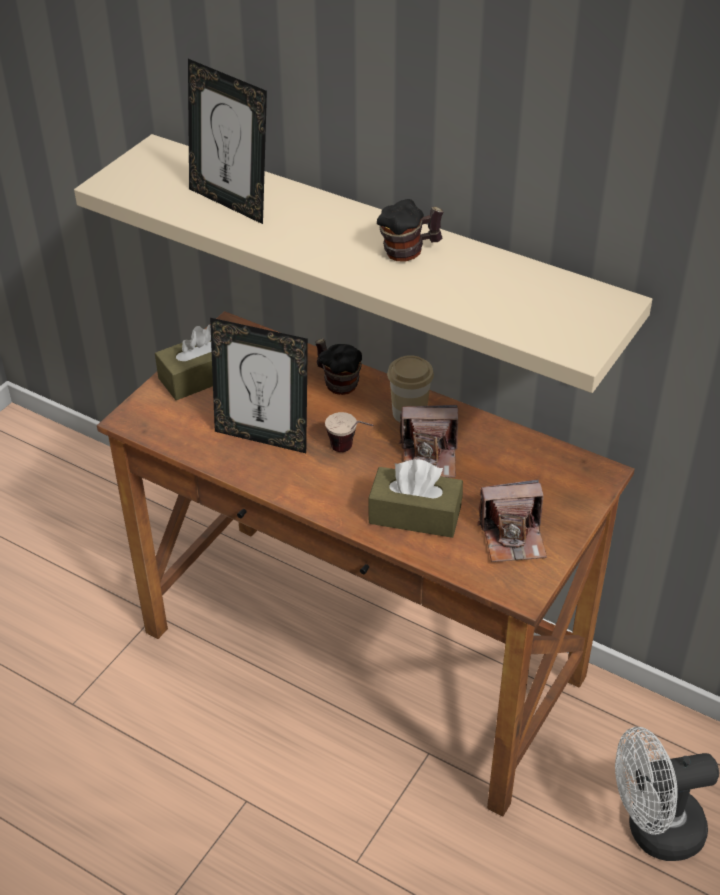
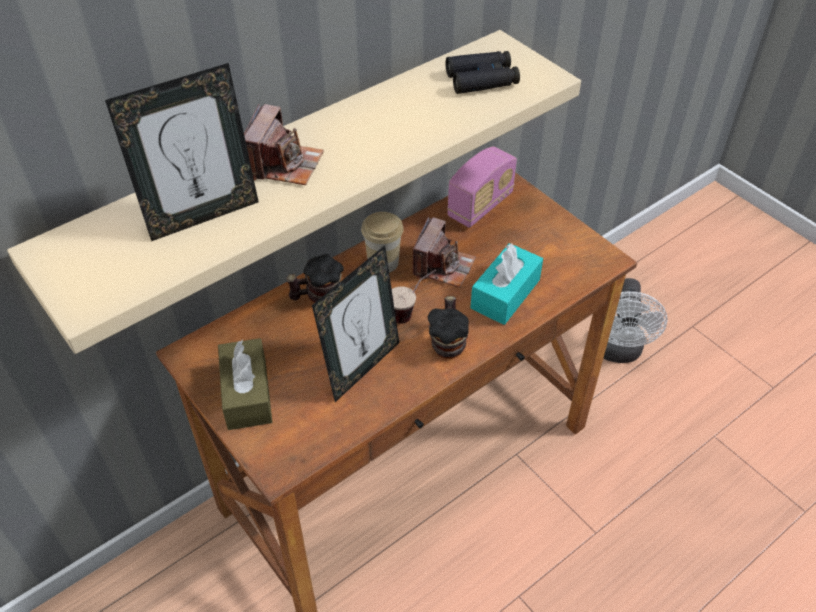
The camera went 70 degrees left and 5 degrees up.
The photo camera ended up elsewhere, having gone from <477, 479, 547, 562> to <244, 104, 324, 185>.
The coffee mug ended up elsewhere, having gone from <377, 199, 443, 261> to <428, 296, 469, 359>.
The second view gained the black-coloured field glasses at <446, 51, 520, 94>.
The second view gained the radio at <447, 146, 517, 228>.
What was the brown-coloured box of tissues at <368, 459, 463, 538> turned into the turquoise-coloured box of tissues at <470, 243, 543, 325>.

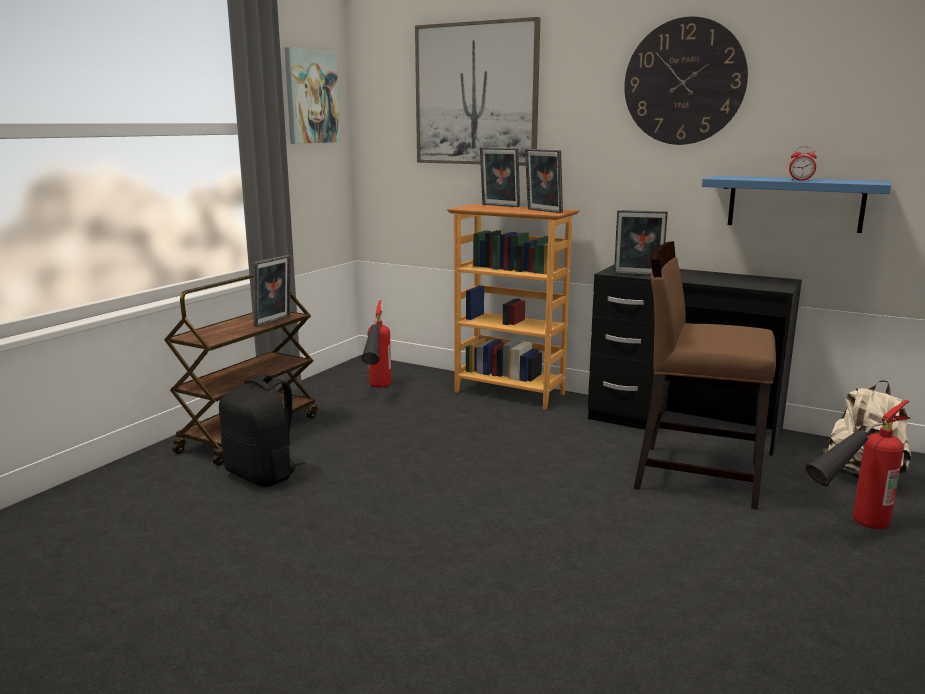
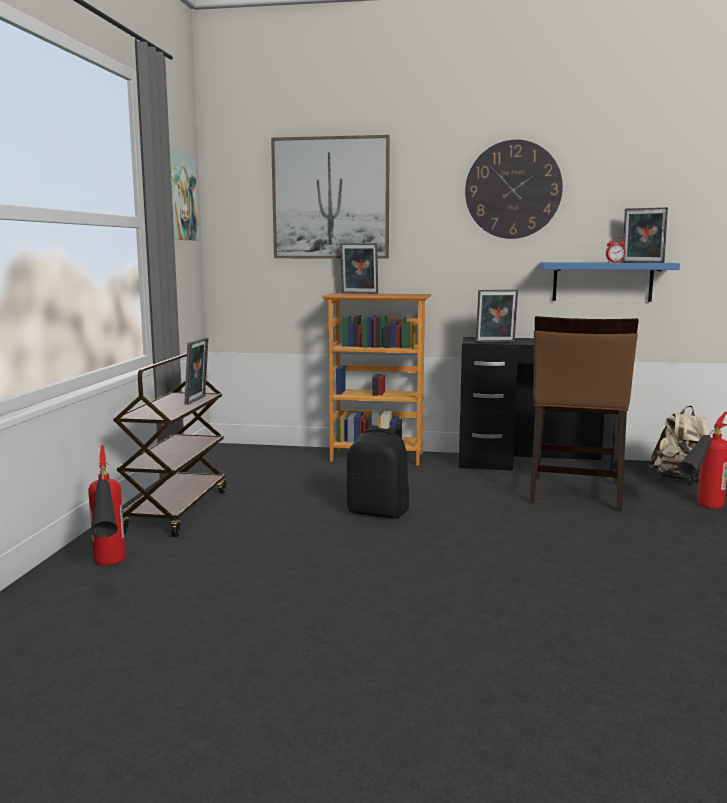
The camera went 20 degrees left and 5 degrees down.
The extinguisher ended up elsewhere, having gone from <361, 300, 391, 388> to <88, 445, 125, 565>.
The black-coloured rucksack ended up elsewhere, having gone from <219, 374, 305, 487> to <346, 425, 409, 518>.
The brown-coloured chair at <634, 241, 776, 510> ended up facing another way, 75 degrees counterclockwise from before.
The picture frame ended up elsewhere, having gone from <525, 149, 563, 213> to <622, 207, 668, 263>.

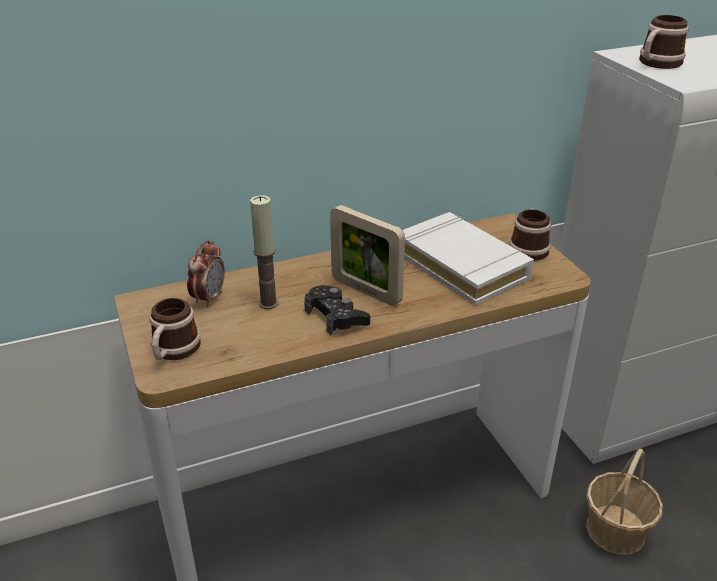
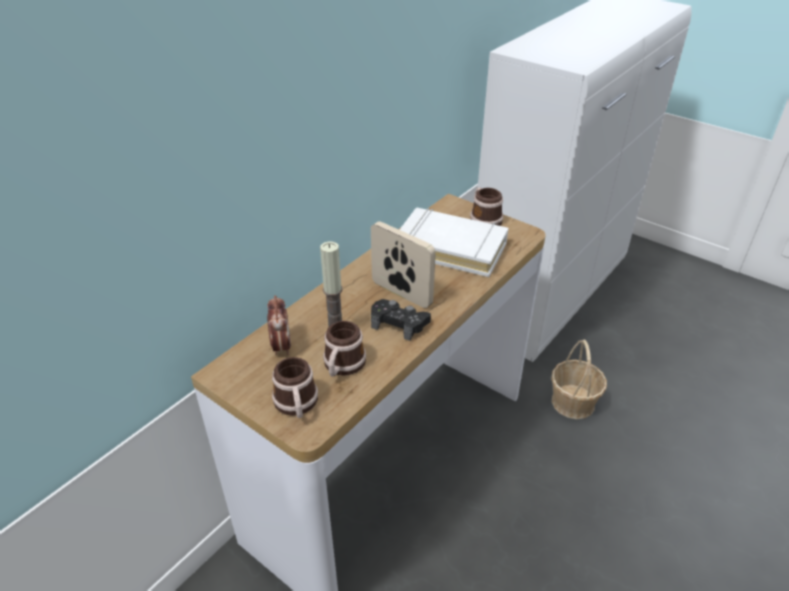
The camera went 30 degrees left and 5 degrees up.
The coffee mug ended up elsewhere, having gone from <639, 15, 689, 69> to <323, 321, 366, 377>.
The picture frame at <330, 205, 405, 306> ended up facing another way, 150 degrees counterclockwise from before.

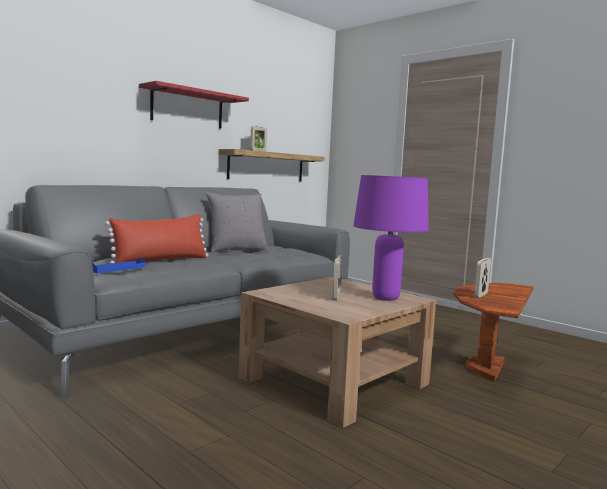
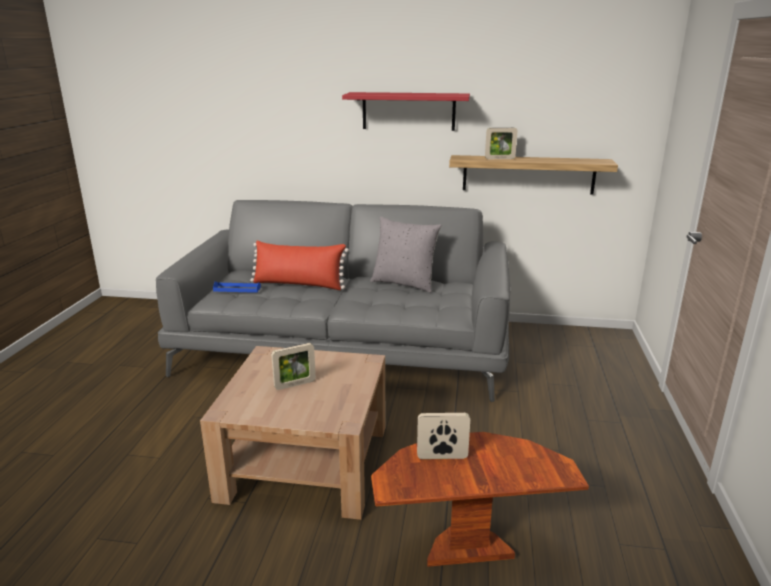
The camera went 55 degrees right and 15 degrees up.
The second view lost the purple-coloured tabletop lamp at <353, 175, 429, 301>.

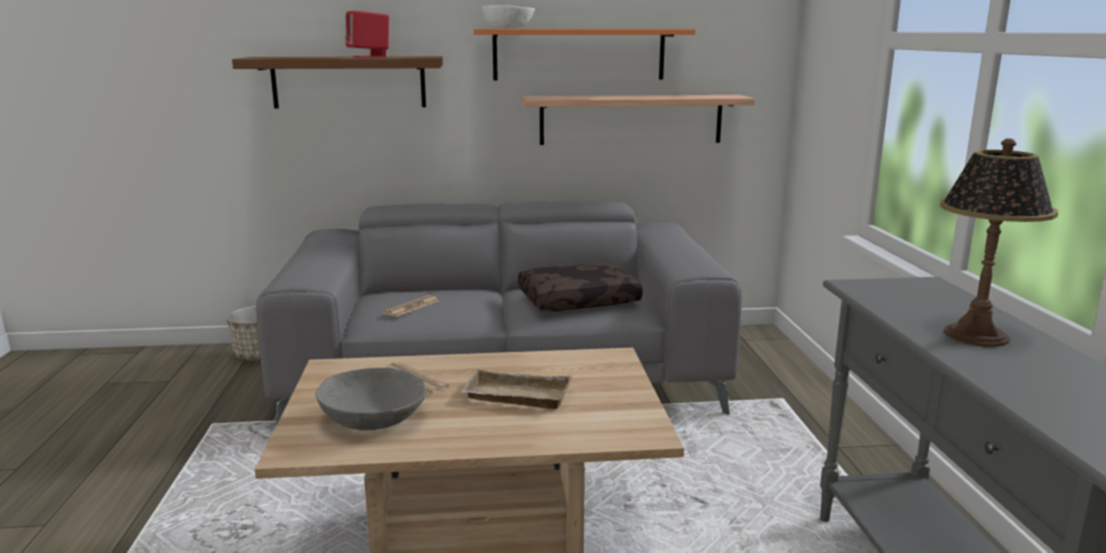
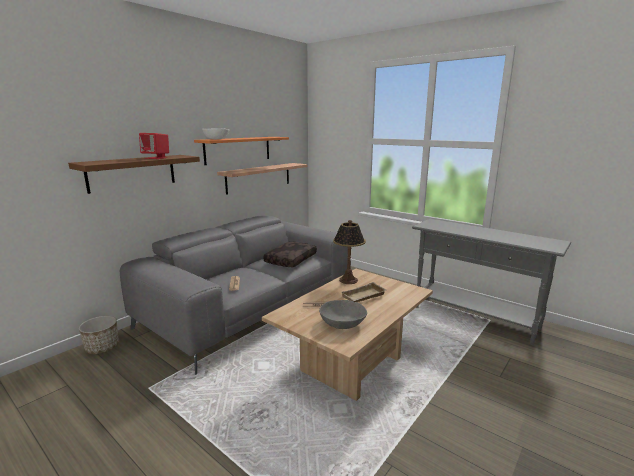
The camera went 45 degrees left and 0 degrees up.
The tabletop lamp ended up elsewhere, having gone from <940, 139, 1058, 347> to <333, 220, 366, 284>.

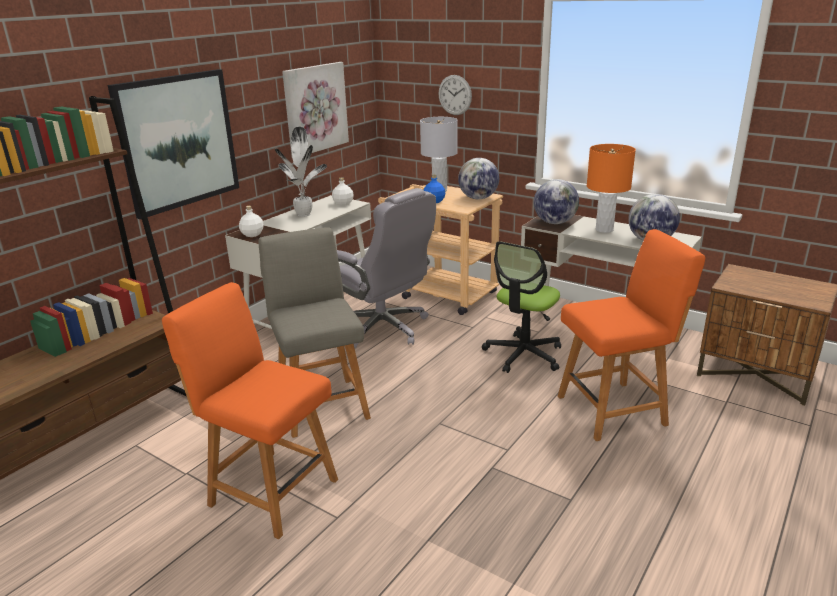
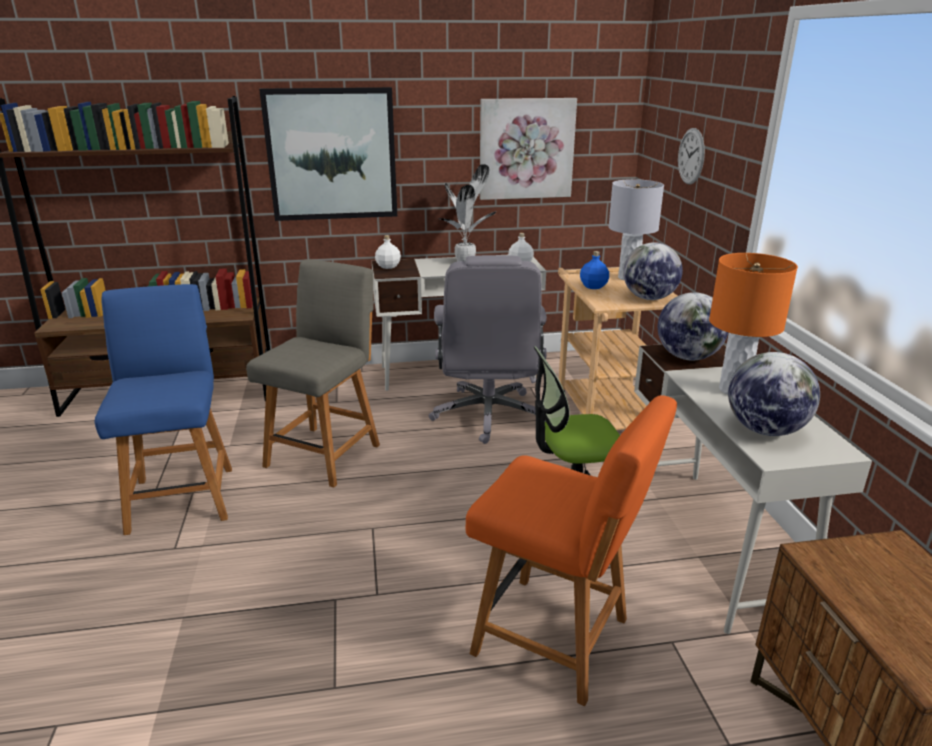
The camera went 45 degrees right and 0 degrees up.
What was the orange chair at <162, 282, 338, 539> turned into the blue chair at <95, 284, 232, 535>.

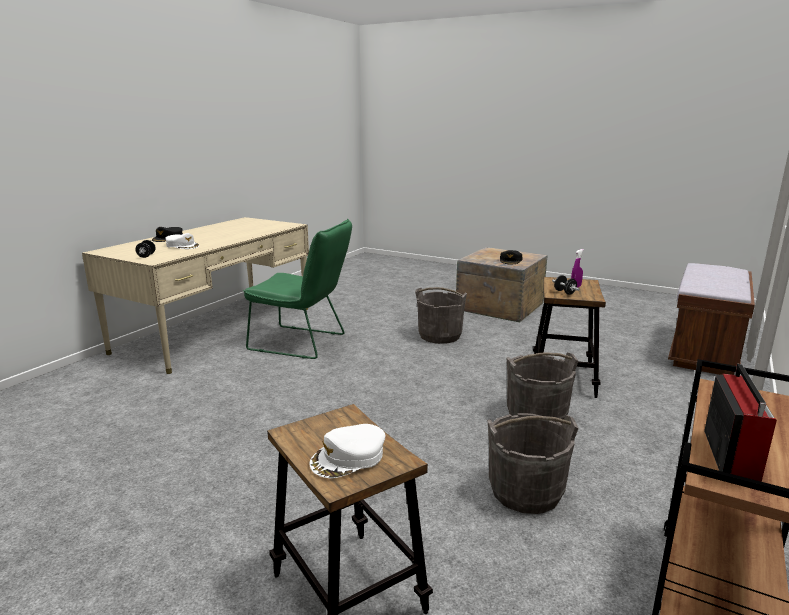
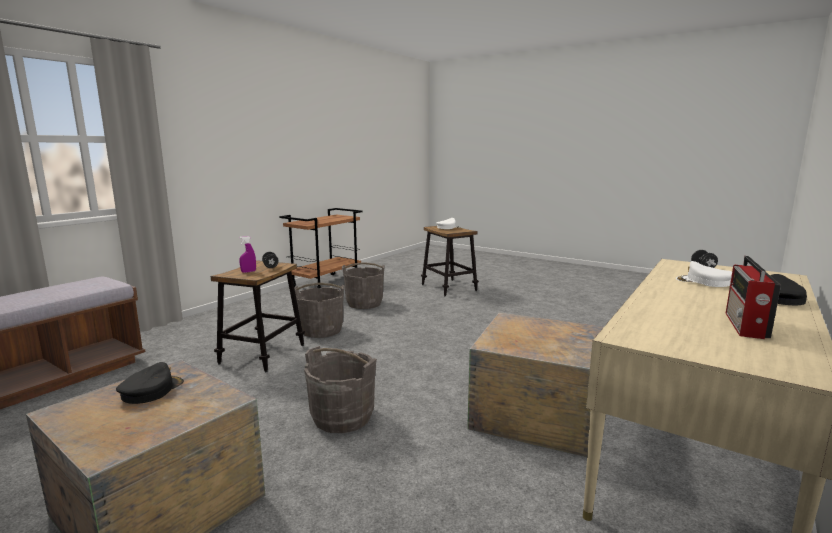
The camera went 175 degrees left and 5 degrees down.
Where the green chair stood at <243, 219, 352, 359>, the shipping crate came to stand at <467, 312, 604, 457>.
The radio ended up elsewhere, having gone from <704, 364, 777, 482> to <725, 256, 781, 339>.

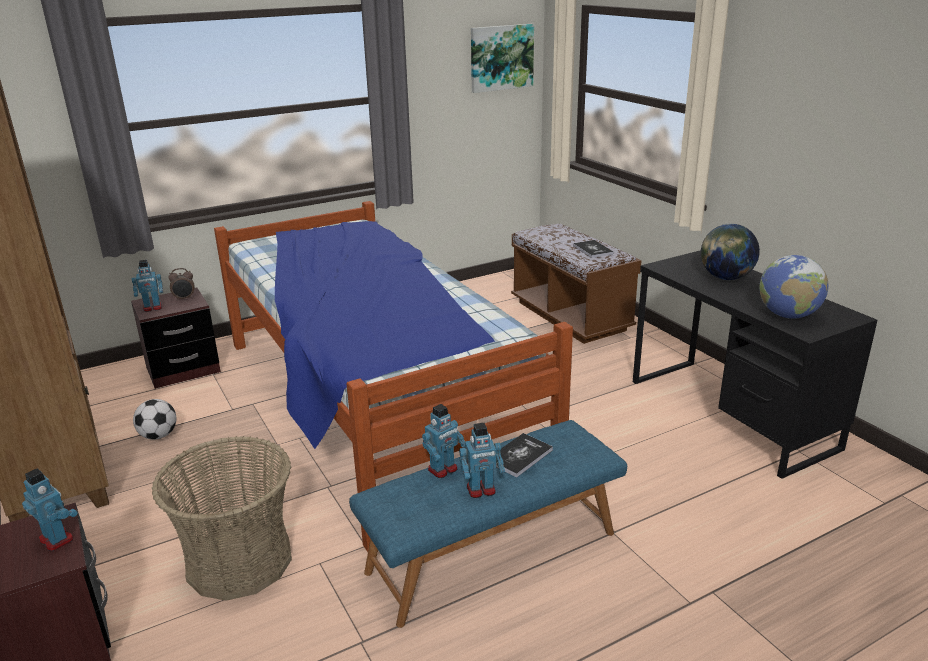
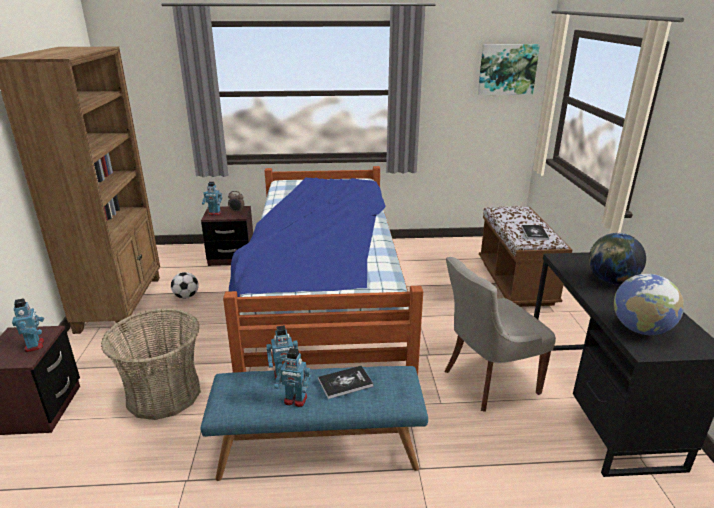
The camera went 25 degrees right and 0 degrees up.
The second view gained the greyish chair at <445, 257, 556, 412>.

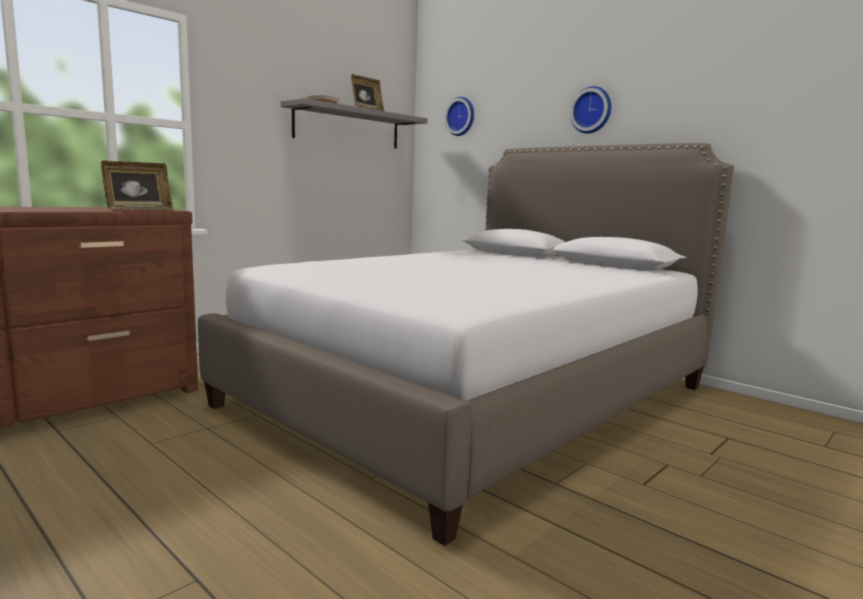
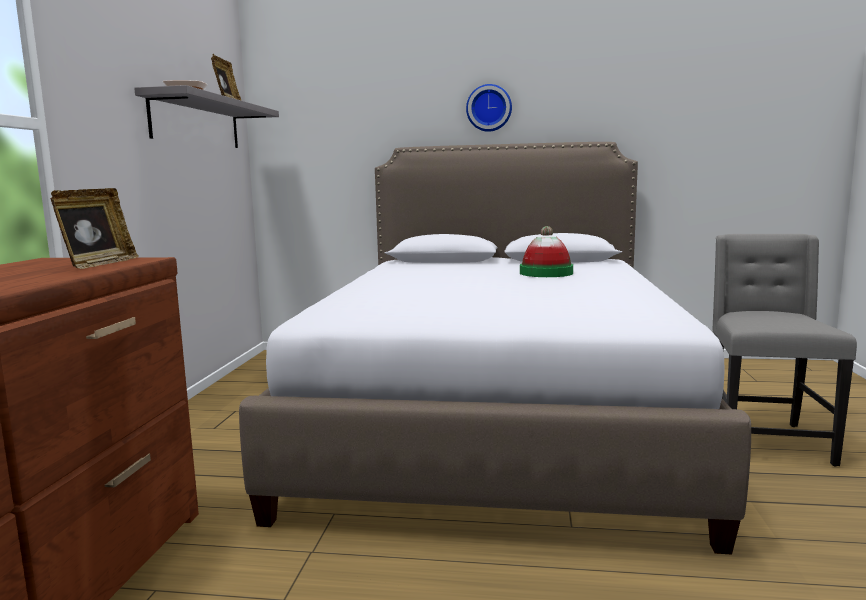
The camera went 35 degrees left and 0 degrees up.
The second view gained the wearable hat at <520, 226, 573, 277>.
The second view gained the greyish chair at <712, 234, 857, 467>.
The second view lost the hanging clock at <445, 97, 474, 136>.

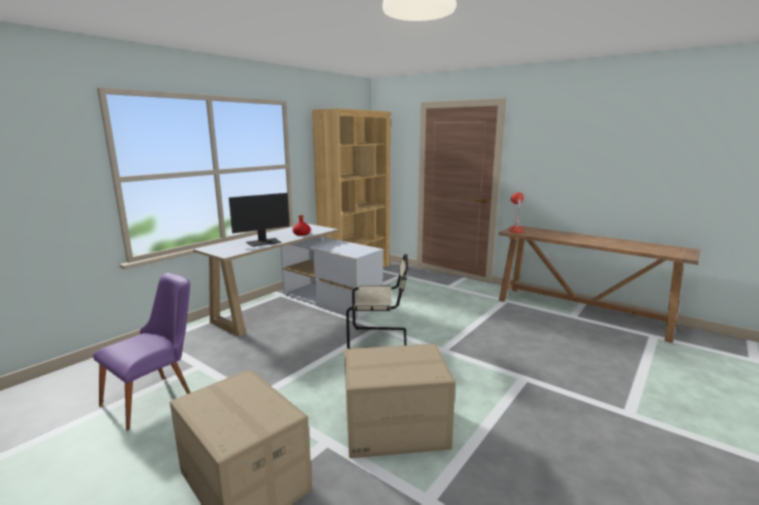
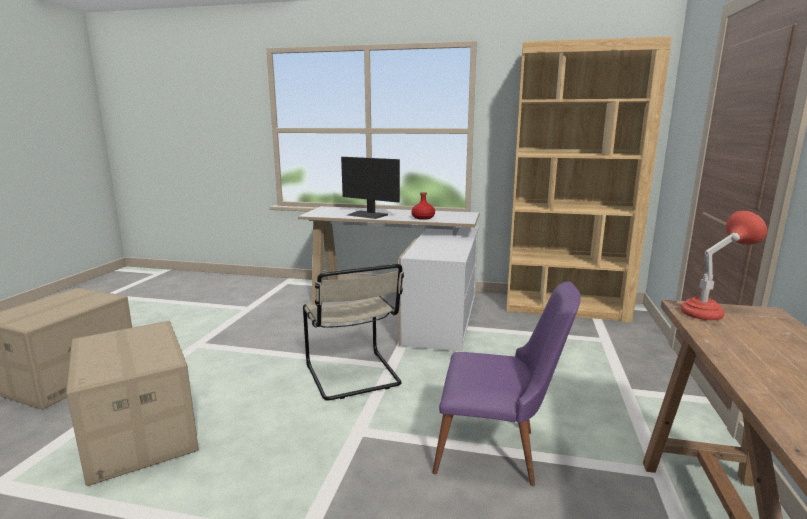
The camera went 65 degrees right and 0 degrees up.
The purple-coloured chair ended up elsewhere, having gone from <93, 273, 191, 431> to <432, 282, 581, 486>.

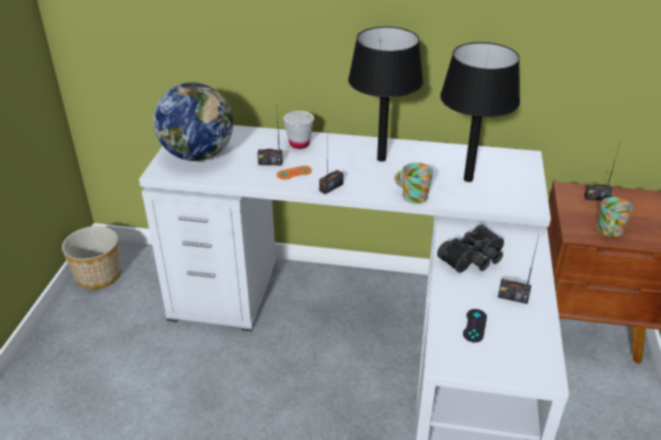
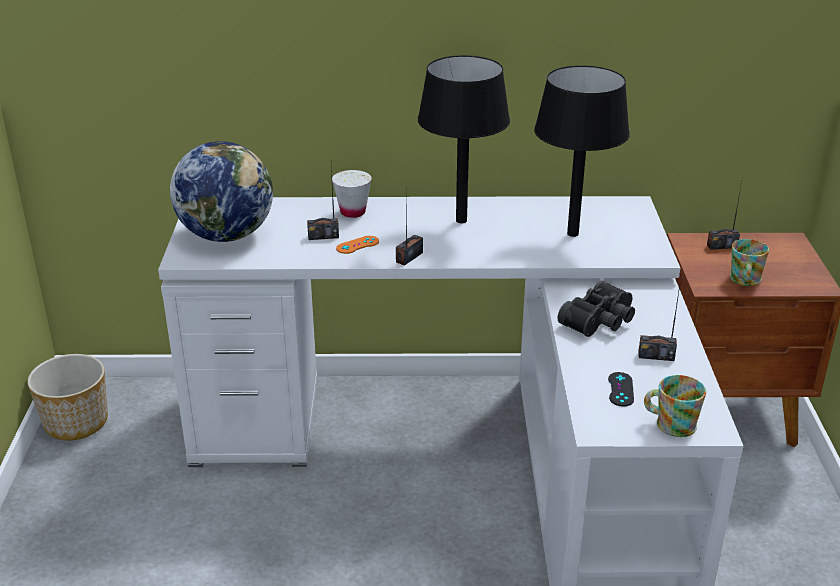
The camera went 10 degrees left and 5 degrees down.
The coffee mug ended up elsewhere, having gone from <395, 163, 433, 203> to <644, 375, 706, 437>.

